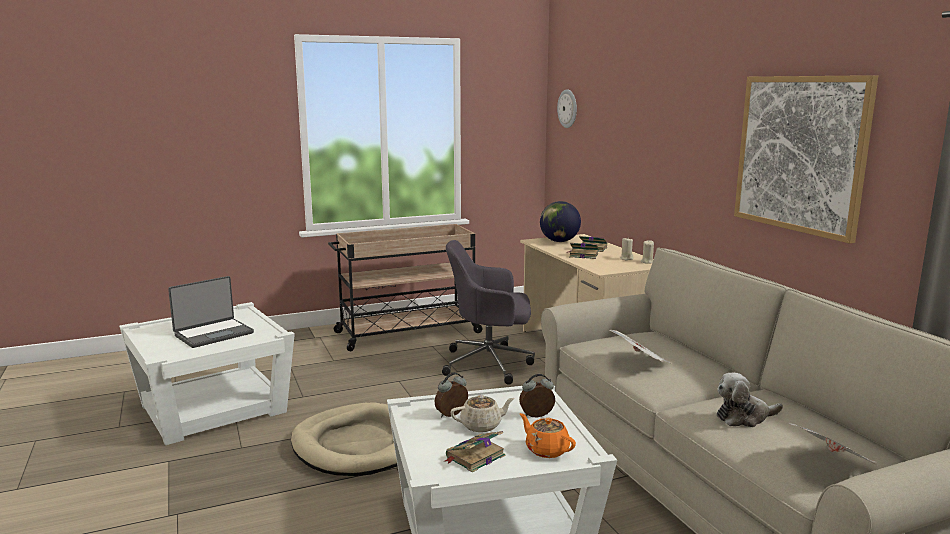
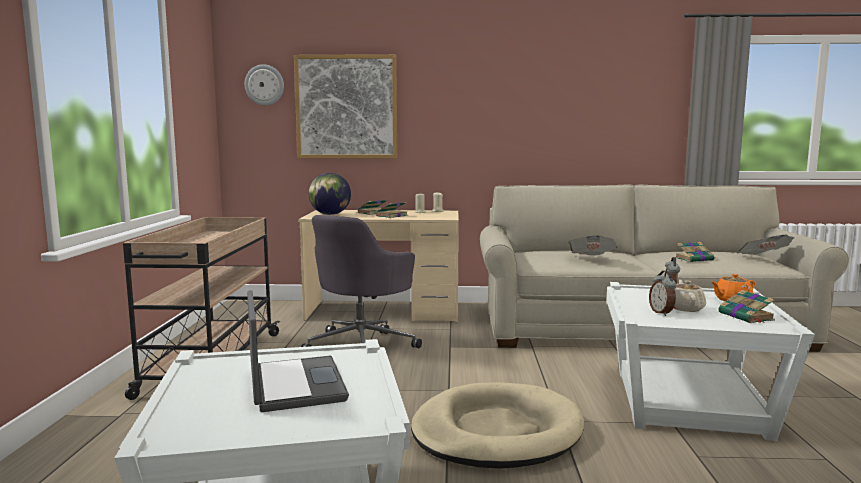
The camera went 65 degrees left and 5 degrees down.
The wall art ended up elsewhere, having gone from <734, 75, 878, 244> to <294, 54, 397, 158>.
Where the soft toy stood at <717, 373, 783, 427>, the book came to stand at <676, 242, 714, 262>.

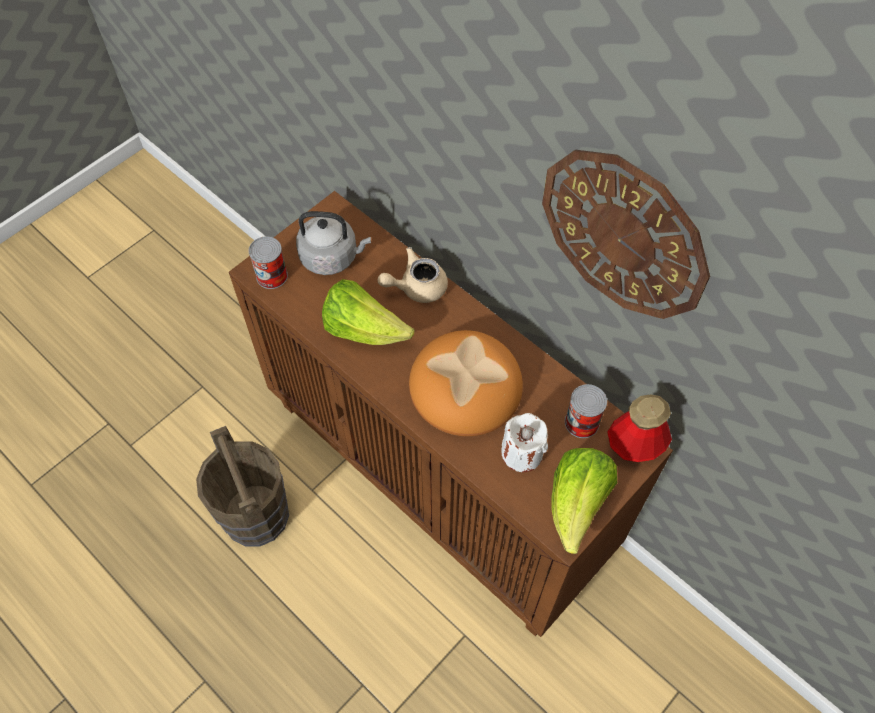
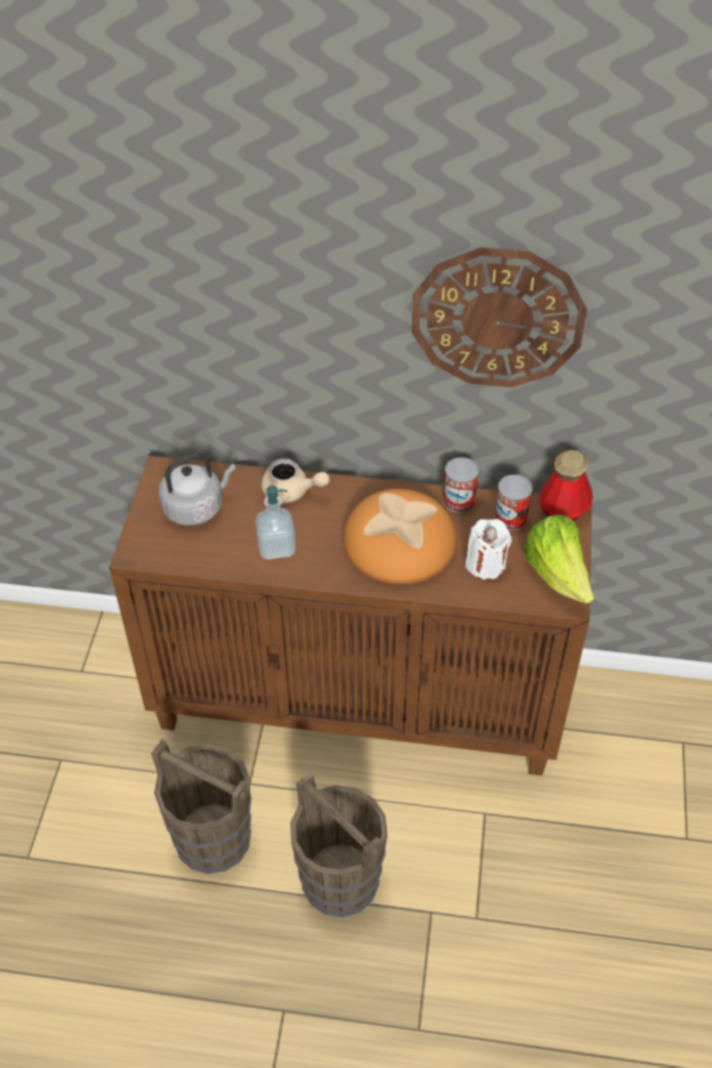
The camera went 35 degrees left and 10 degrees down.
Where the head of lettuce stood at <322, 279, 414, 345>, the soap bottle came to stand at <255, 485, 296, 560>.
The beige-coloured pot for tea at <377, 247, 448, 303> ended up facing another way, 105 degrees counterclockwise from before.
The second view gained the brown-coloured pail at <290, 771, 388, 917>.
The metal can ended up elsewhere, having gone from <248, 236, 288, 289> to <443, 457, 479, 513>.

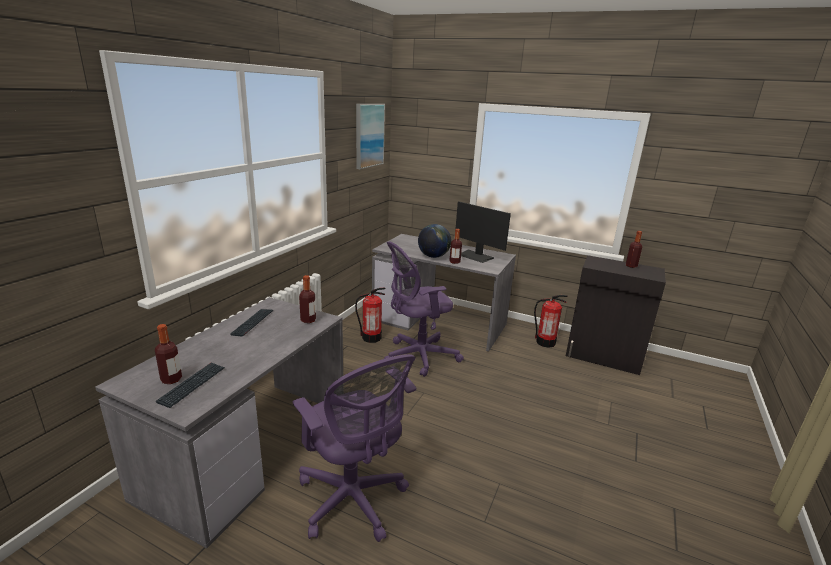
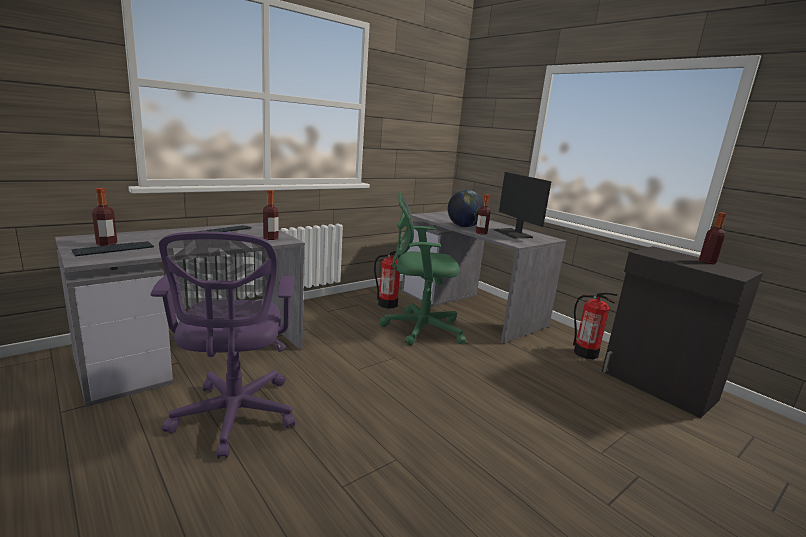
The camera went 25 degrees right and 5 degrees down.
What was the purple-coloured office chair at <384, 241, 464, 377> turned into the green office chair at <380, 192, 466, 345>.
The second view lost the wall art at <356, 104, 385, 169>.

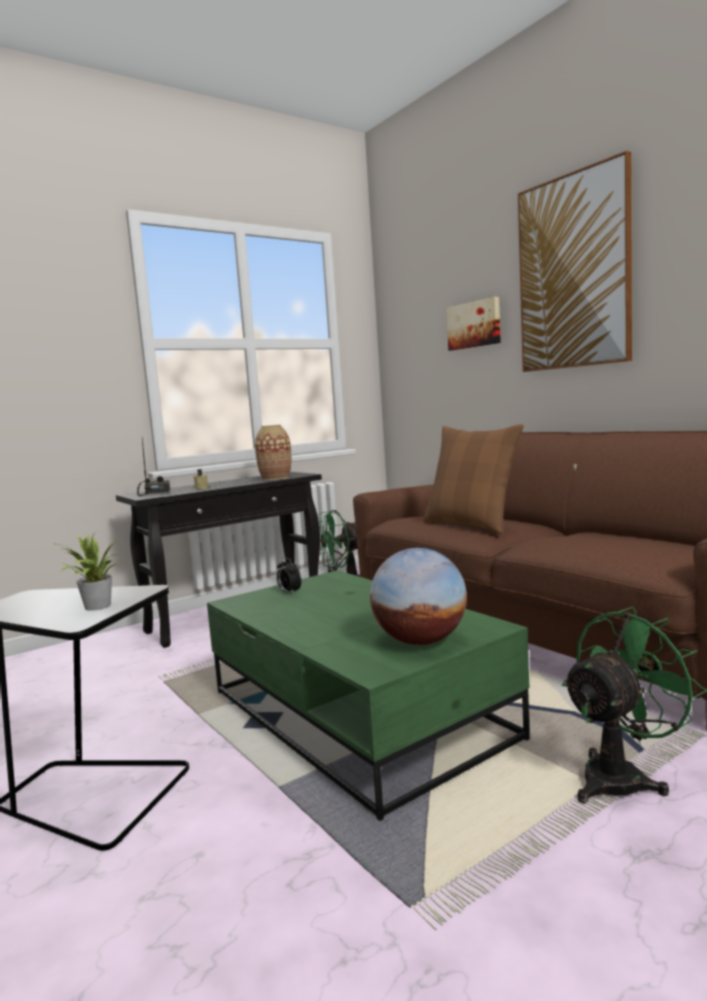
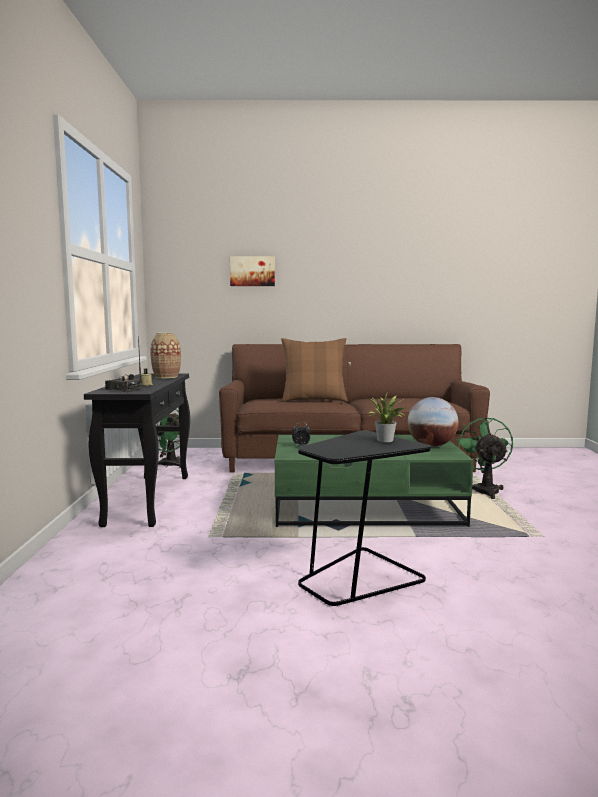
The camera went 55 degrees left and 0 degrees up.
The second view lost the wall art at <518, 151, 632, 372>.

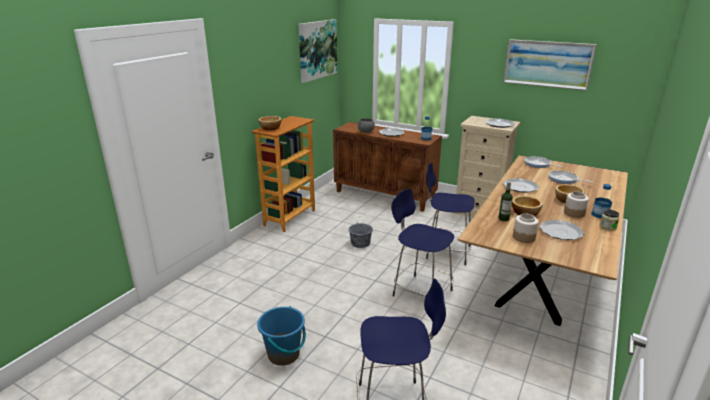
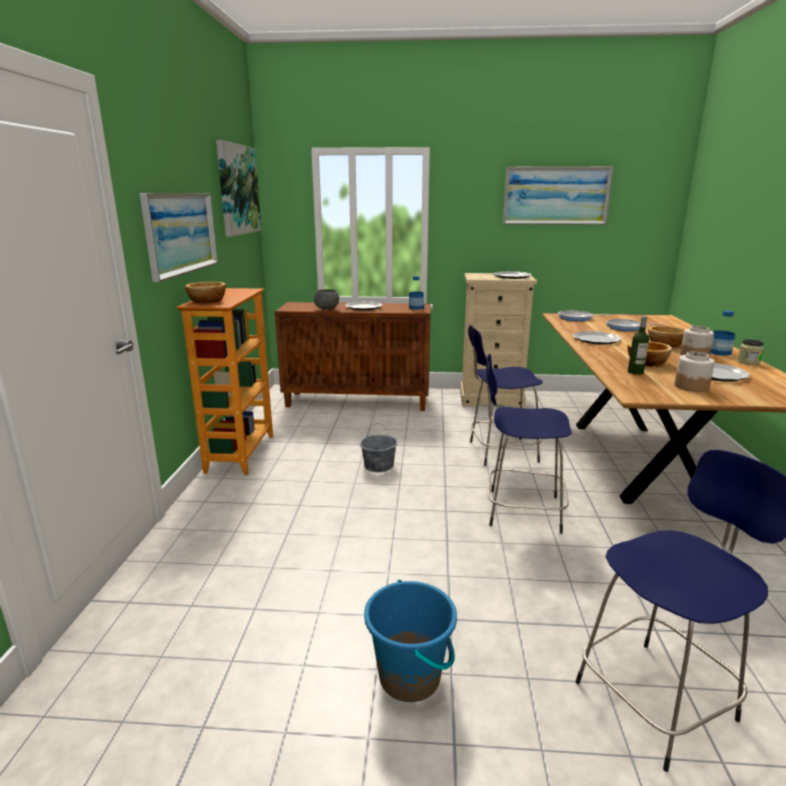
The camera went 25 degrees left and 5 degrees down.
The second view gained the wall art at <139, 193, 218, 282>.

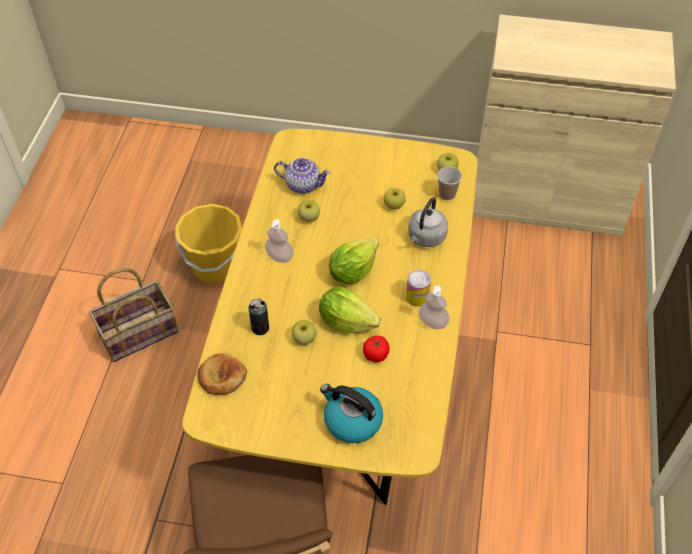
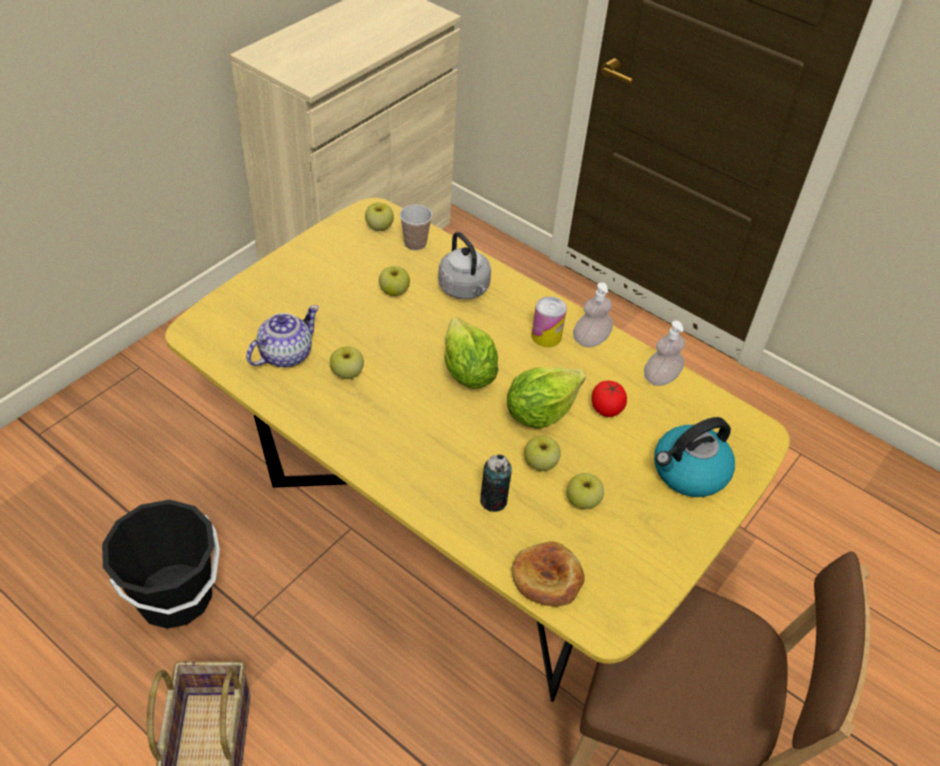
The camera went 65 degrees left and 5 degrees down.
What was the yellow pail at <175, 204, 242, 284> turned into the black-coloured pail at <102, 500, 220, 629>.
The second view gained the apple fruit at <567, 473, 604, 509>.
The soap bottle ended up elsewhere, having gone from <265, 219, 294, 263> to <644, 321, 685, 386>.

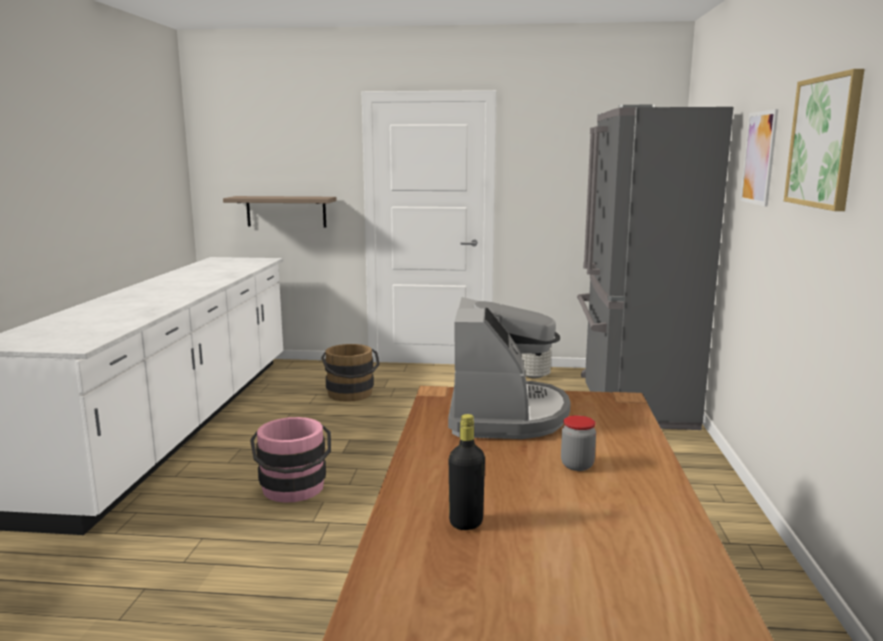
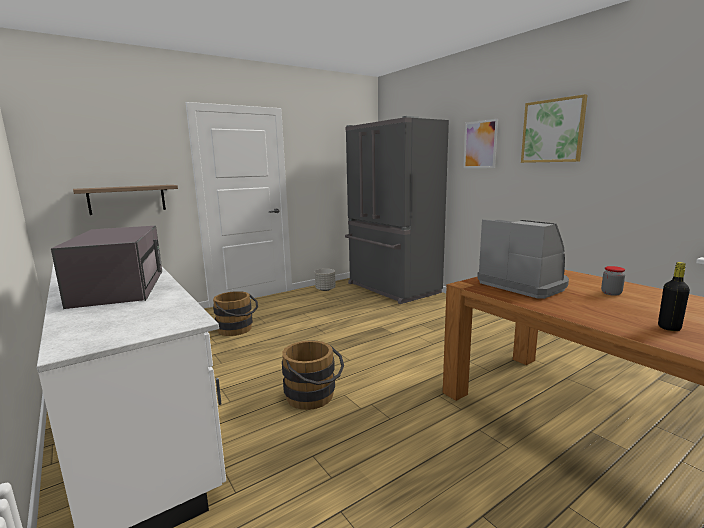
The camera went 40 degrees left and 0 degrees up.
The second view gained the greyish kitchen microwave at <51, 226, 162, 309>.
What was the pink pail at <250, 417, 331, 503> turned into the brown-coloured pail at <282, 340, 344, 410>.

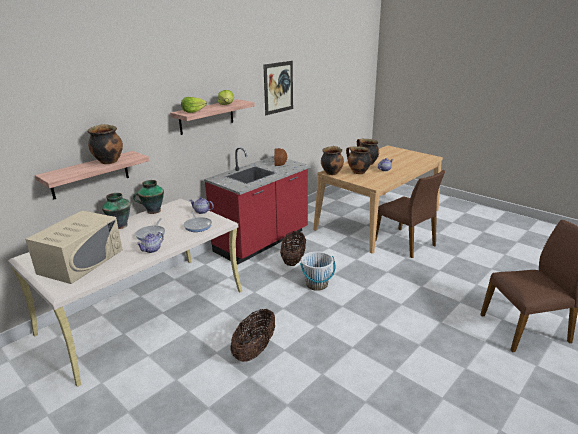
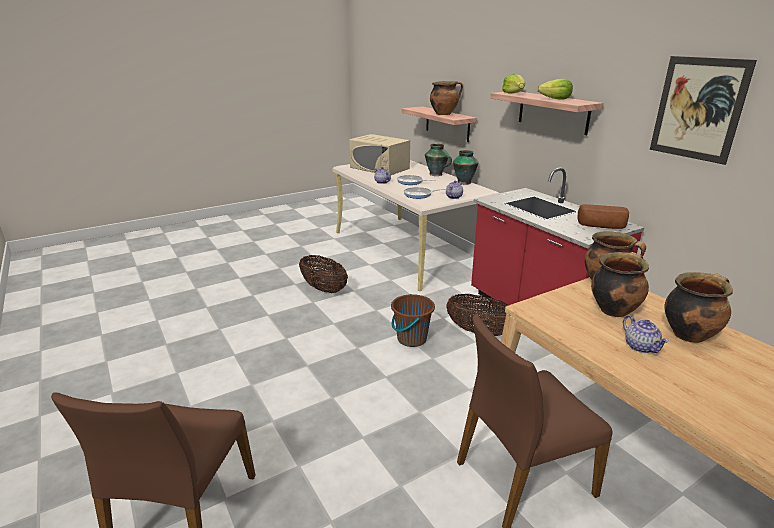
The camera went 105 degrees right and 0 degrees up.
What was the white pail at <300, 251, 335, 291> turned into the brown-coloured pail at <391, 294, 435, 347>.

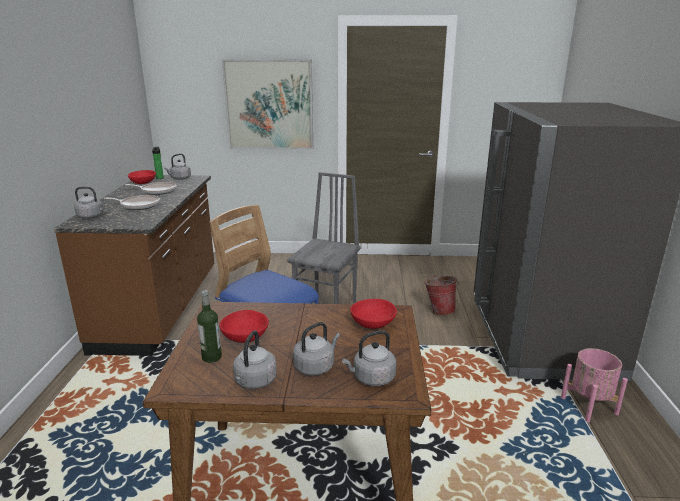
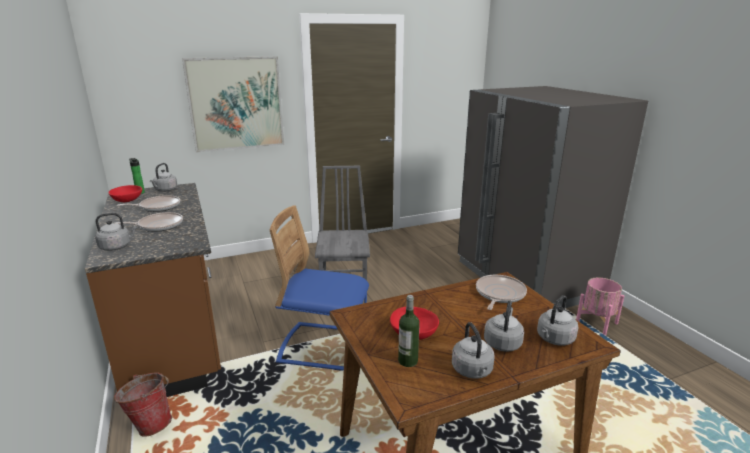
The camera went 25 degrees left and 0 degrees up.
The pail ended up elsewhere, having gone from <424, 275, 459, 315> to <114, 373, 172, 437>.
Where the red-coloured bowl stood at <350, 299, 397, 329>, the frying pan came to stand at <476, 275, 527, 310>.

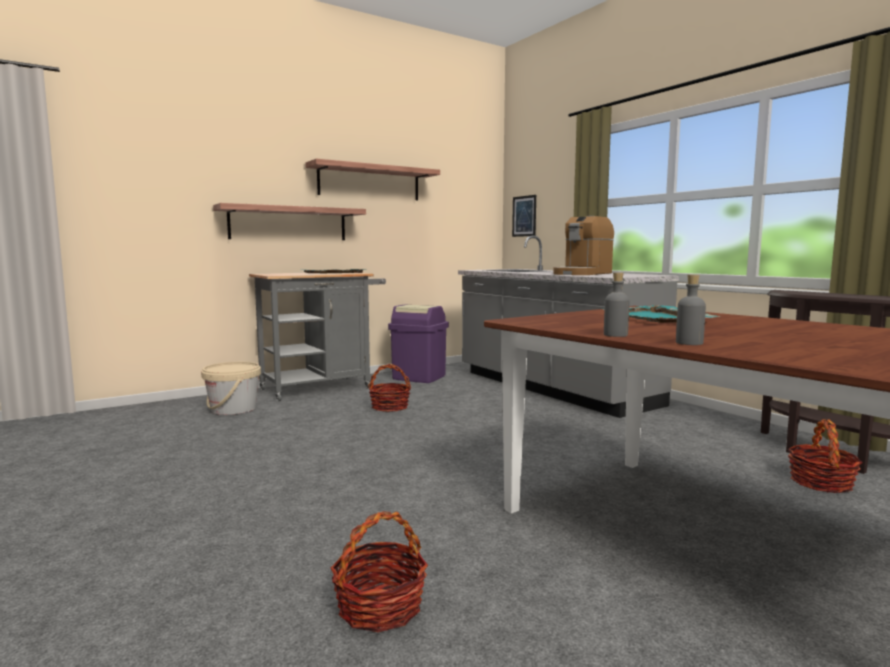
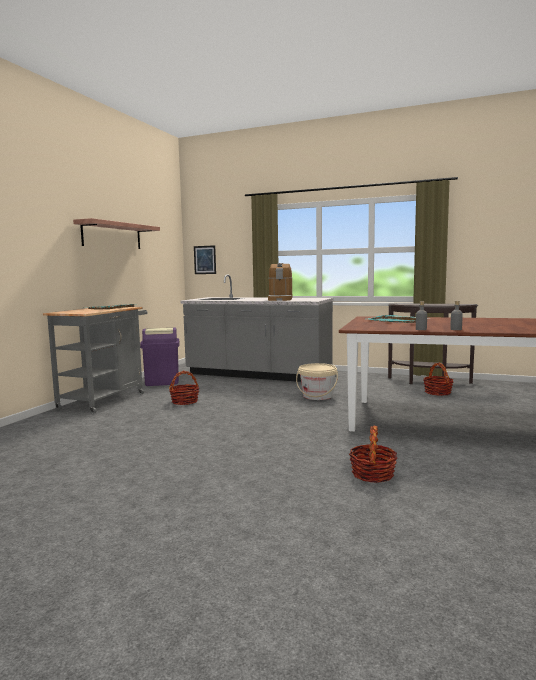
The camera went 35 degrees left and 0 degrees up.
The beige-coloured pail ended up elsewhere, having gone from <201, 362, 261, 415> to <296, 363, 338, 400>.
The second view lost the bracket shelf at <213, 203, 366, 240>.

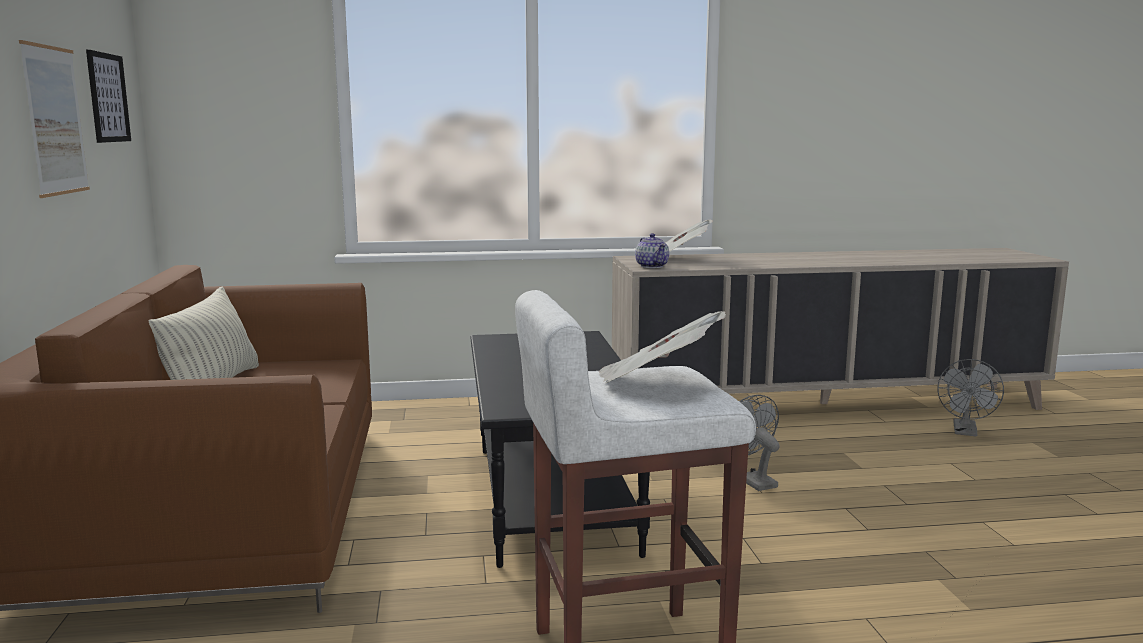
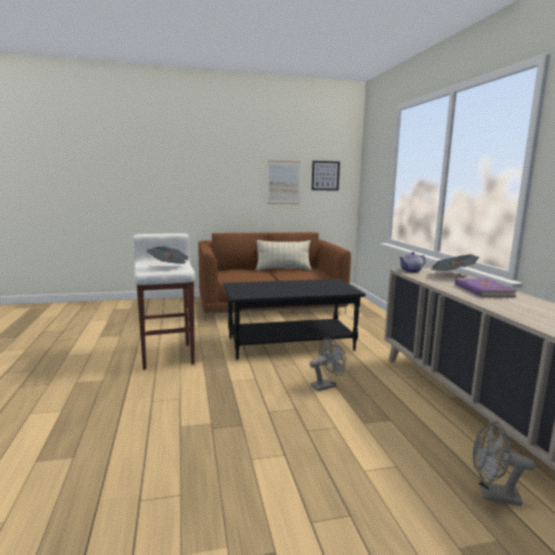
The camera went 85 degrees right and 0 degrees up.
The second view gained the purple-coloured book at <455, 278, 517, 297>.

